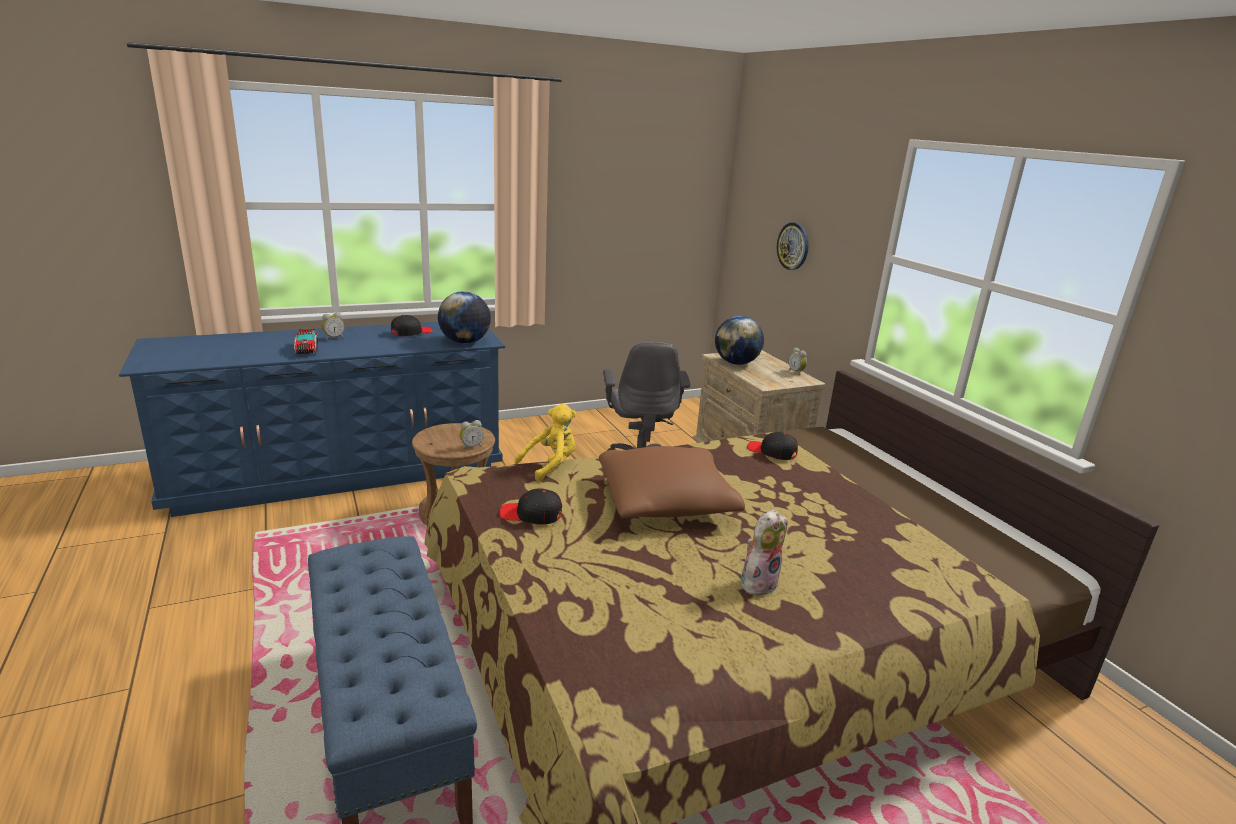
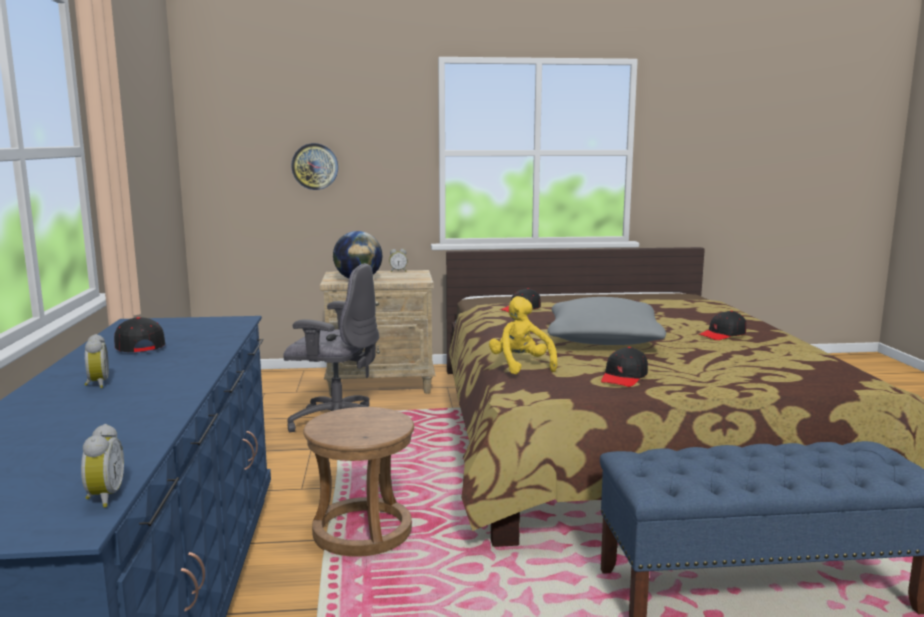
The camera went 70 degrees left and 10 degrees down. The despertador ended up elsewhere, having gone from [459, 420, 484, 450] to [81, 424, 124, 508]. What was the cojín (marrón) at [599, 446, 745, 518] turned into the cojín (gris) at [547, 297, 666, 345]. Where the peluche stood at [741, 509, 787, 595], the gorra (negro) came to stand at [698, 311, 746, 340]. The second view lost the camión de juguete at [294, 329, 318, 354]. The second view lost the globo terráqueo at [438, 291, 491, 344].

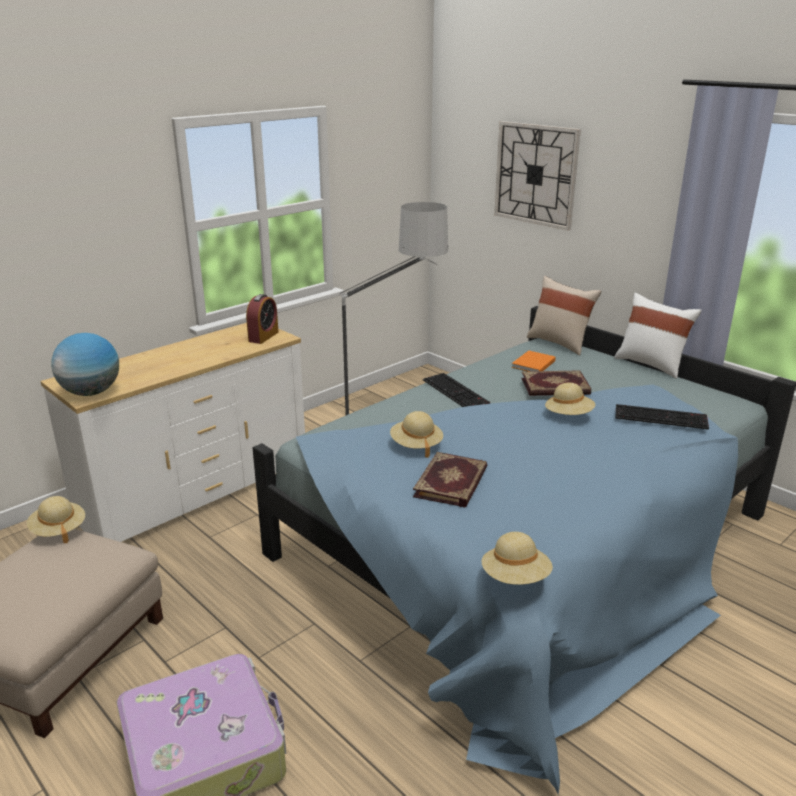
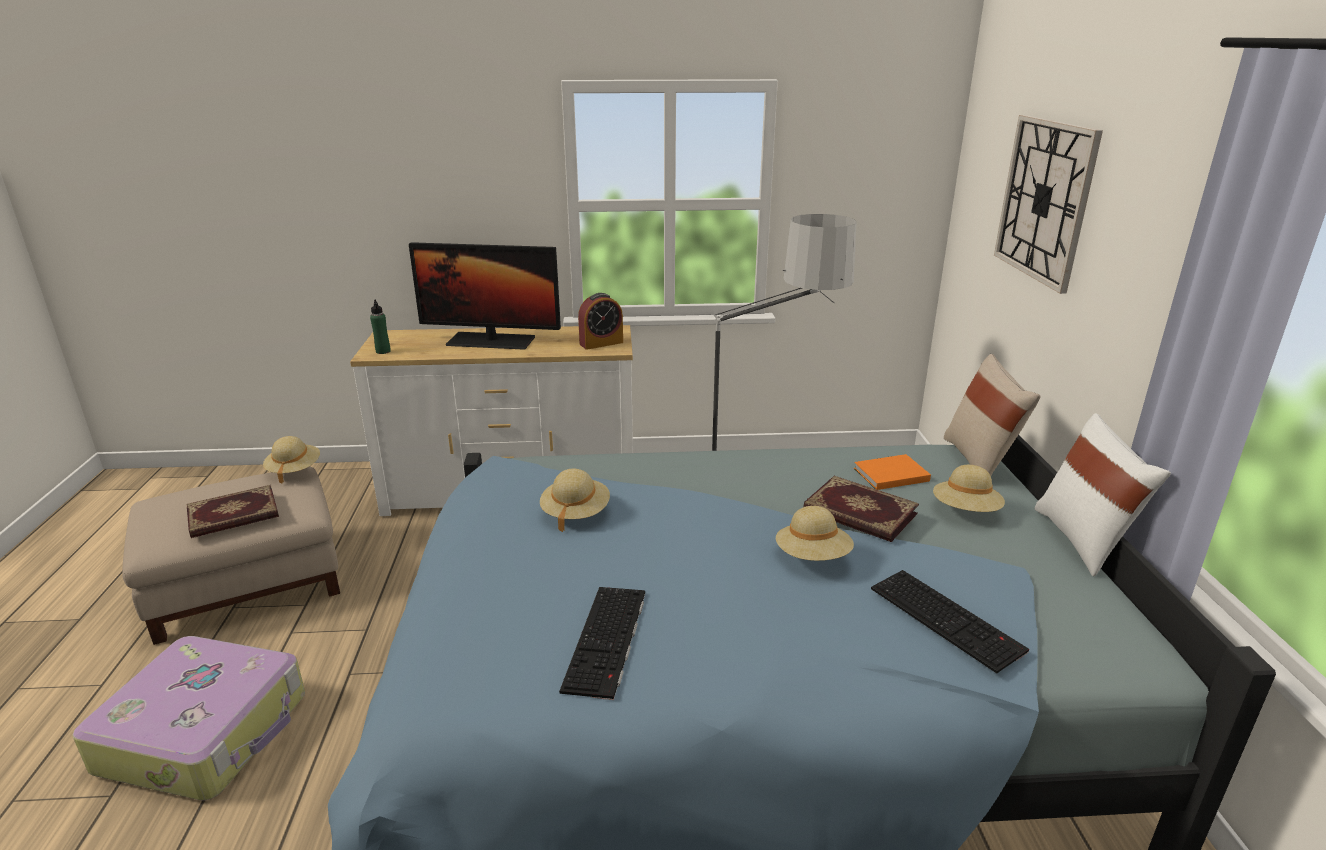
The camera went 40 degrees right and 0 degrees up. The libro ended up elsewhere, having gone from [413, 452, 488, 508] to [187, 485, 279, 538]. Where the globo terráqueo stood at [51, 333, 119, 396], the botella (verde) came to stand at [370, 300, 391, 354]. The second view gained the monitor at [409, 242, 561, 350]. The teclado ended up elsewhere, having gone from [423, 373, 490, 407] to [559, 587, 645, 700]. The sombrero (beis) ended up elsewhere, having gone from [482, 532, 553, 585] to [933, 465, 1005, 512].

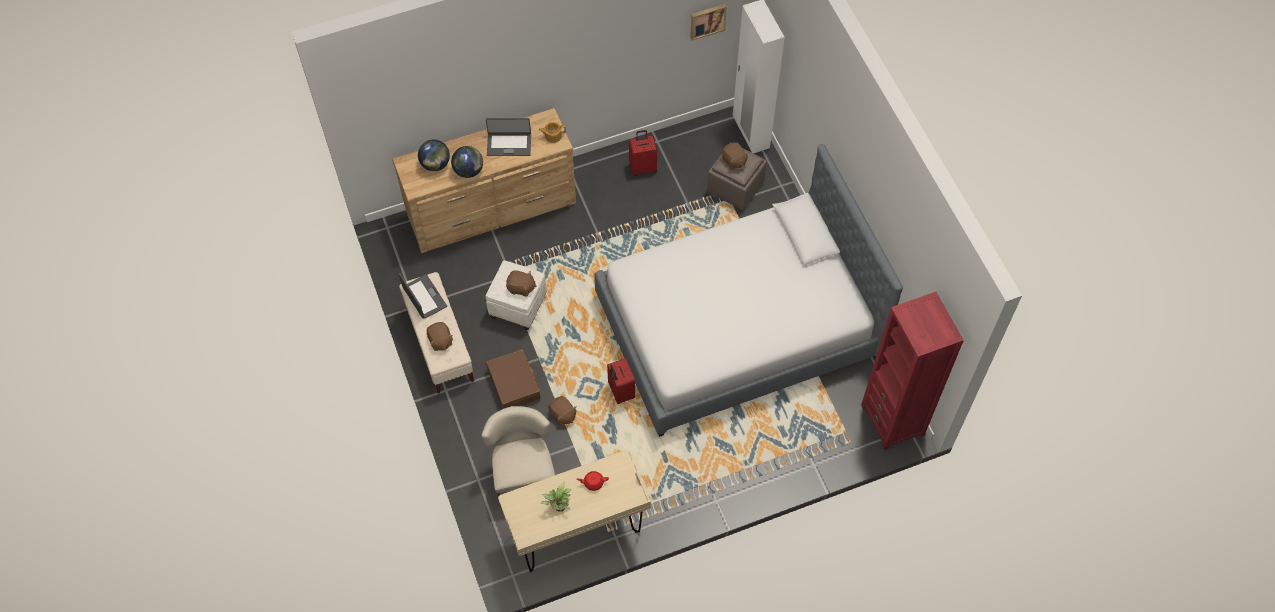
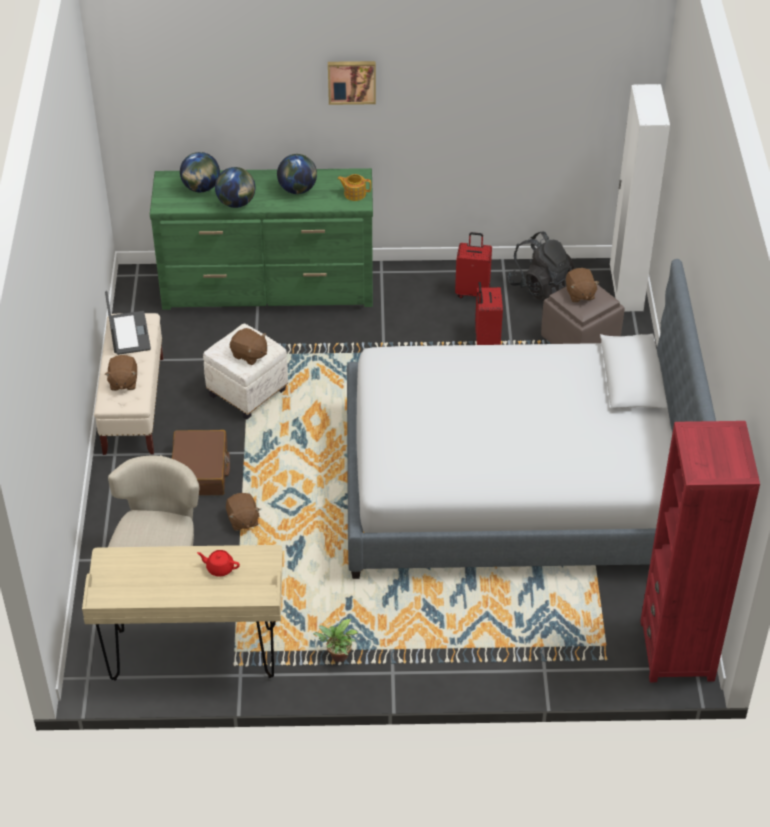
The camera went 20 degrees right and 15 degrees down. What was the cómoda (marrón) at [392, 108, 576, 253] turned into the cómoda (verde) at [150, 168, 373, 310]. Where the portátil stood at [486, 118, 531, 156], the globo terráqueo came to stand at [277, 154, 317, 194]. The planta en maceta ended up elsewhere, having gone from [540, 482, 571, 512] to [313, 619, 358, 662]. The cuadro ended up elsewhere, having gone from [690, 4, 727, 41] to [328, 61, 376, 105]. The maleta (rojo) ended up elsewhere, having gone from [607, 358, 635, 404] to [475, 282, 503, 345]. The second view gained the mochila (negro) at [507, 231, 574, 301].

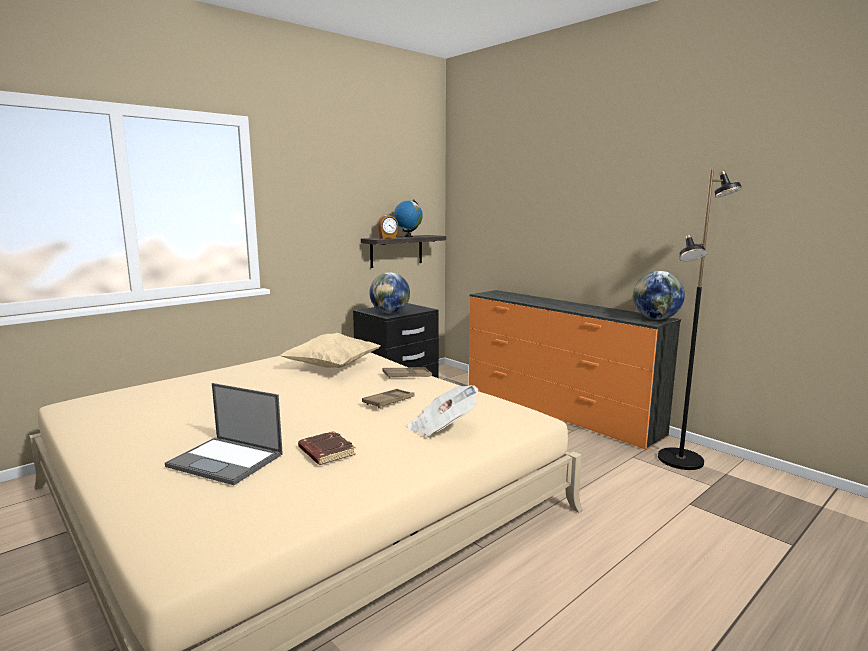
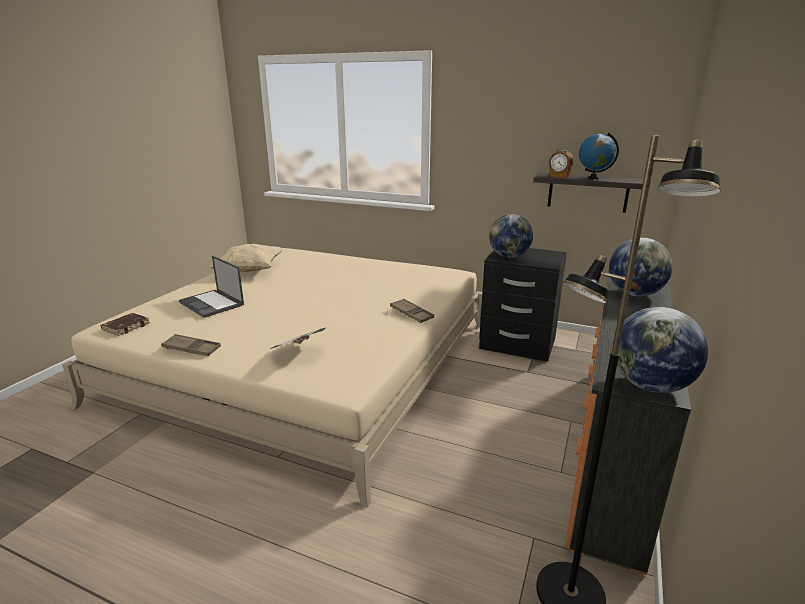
The camera went 65 degrees right and 10 degrees up. The libro (marrón) ended up elsewhere, having gone from [298, 431, 356, 465] to [100, 313, 150, 336]. The bandeja (marrón) ended up elsewhere, having gone from [362, 389, 414, 408] to [161, 334, 221, 356]. The portátil at [165, 383, 283, 485] ended up facing another way, 45 degrees counterclockwise from before. The cojín (beis) ended up elsewhere, having gone from [279, 333, 380, 368] to [210, 244, 284, 272]. The second view gained the globo terráqueo at [609, 238, 673, 296].

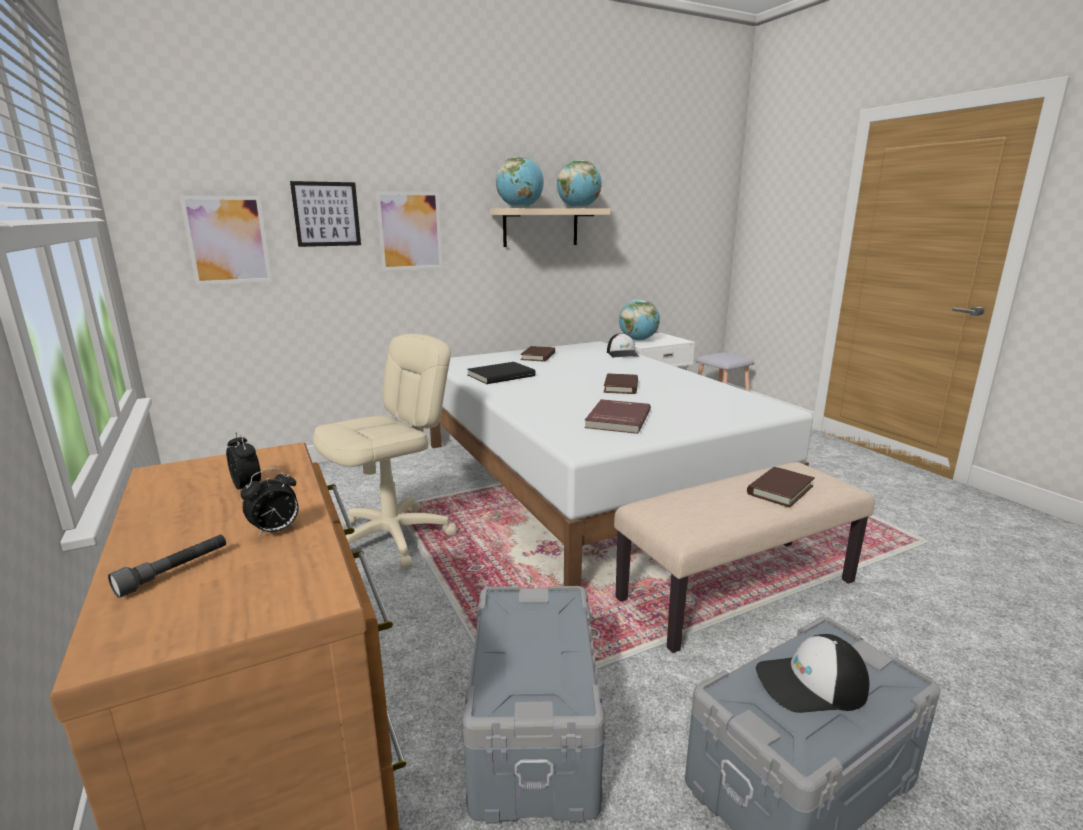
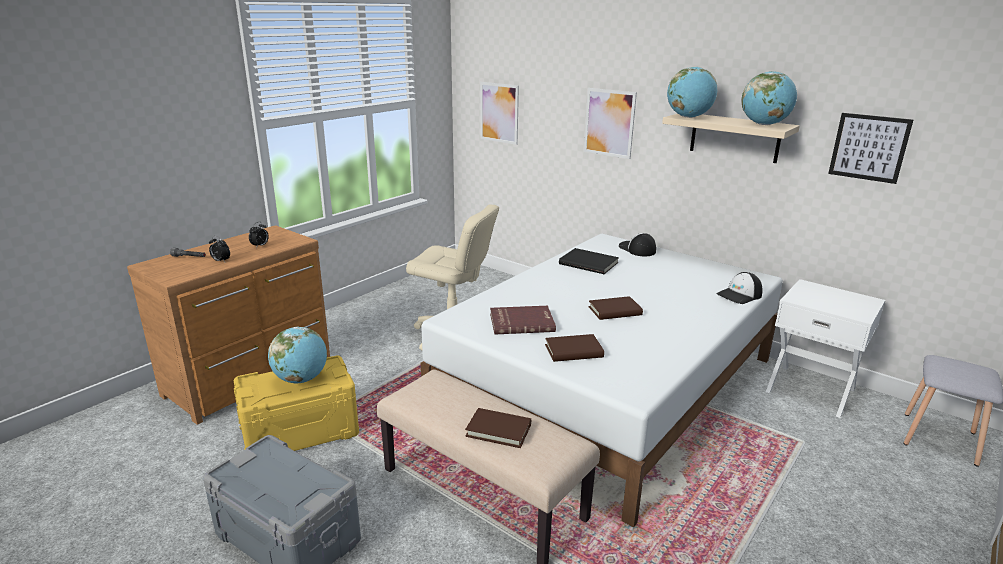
The camera went 65 degrees right and 5 degrees up. What was the caja de almacenaje (gris) at [462, 586, 606, 823] turned into the caja de almacenaje (amarillo) at [234, 356, 359, 451]. The globo terráqueo ended up elsewhere, having gone from [619, 299, 660, 341] to [268, 327, 327, 383]. The libro (marrón) ended up elsewhere, having gone from [521, 346, 555, 361] to [545, 334, 604, 362]. The gorra ended up elsewhere, having gone from [756, 634, 869, 713] to [619, 233, 656, 256]. The cuadro ended up elsewhere, having gone from [290, 181, 361, 247] to [828, 113, 913, 184].

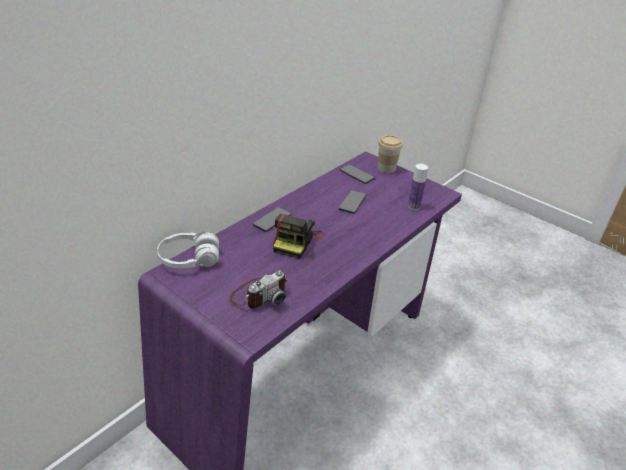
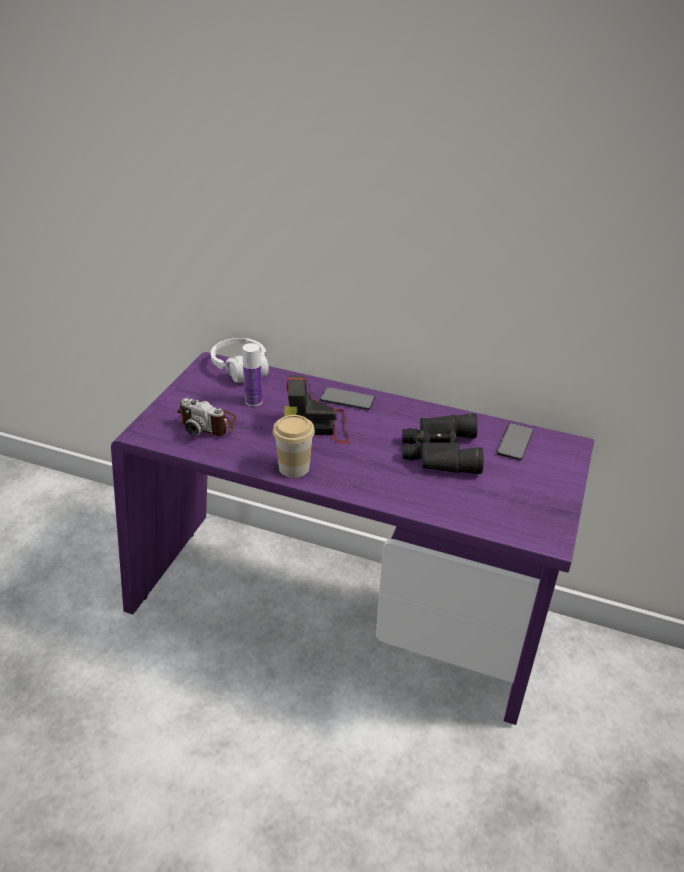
The camera went 70 degrees right and 0 degrees up. The botella ended up elsewhere, having gone from [408, 164, 428, 210] to [242, 343, 262, 406]. The taza ended up elsewhere, having gone from [378, 135, 403, 173] to [273, 415, 315, 478]. Where the móvil stood at [339, 190, 367, 214], the prismáticos (negro) came to stand at [402, 413, 484, 474].

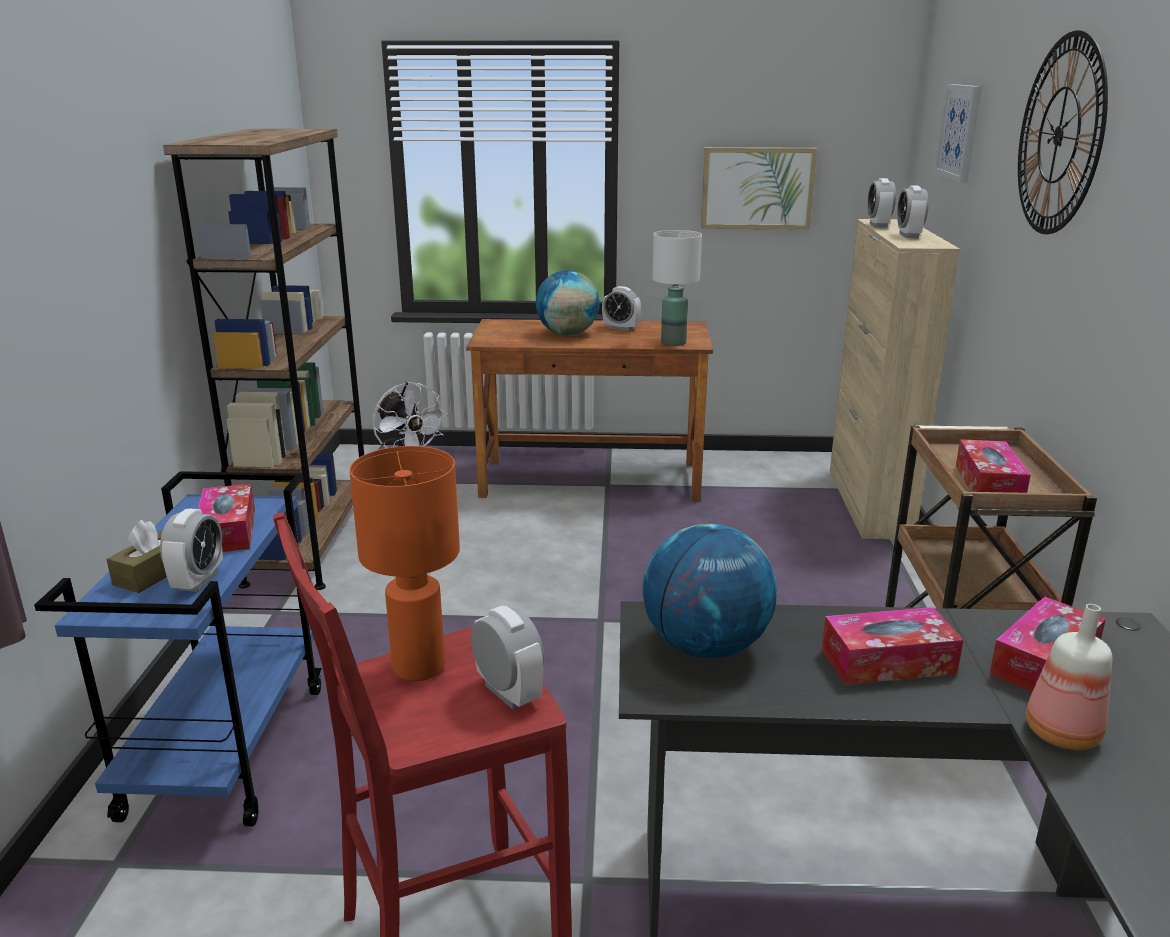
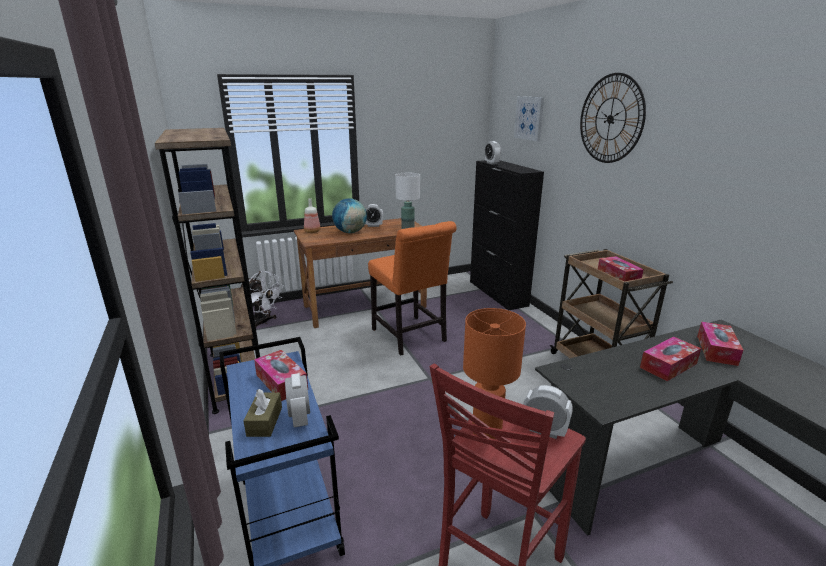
The camera went 25 degrees left and 0 degrees up. The botella ended up elsewhere, having gone from [1026, 604, 1112, 750] to [304, 198, 321, 233]. The second view gained the silla (naranja) at [368, 221, 457, 356]. What was the armario (beis) at [830, 219, 960, 539] turned into the armario (negro) at [470, 160, 544, 310]. The second view lost the globo terráqueo at [642, 524, 777, 658]. The second view lost the cuadro at [701, 147, 817, 230]. The second view lost the despertador at [897, 186, 929, 238].

